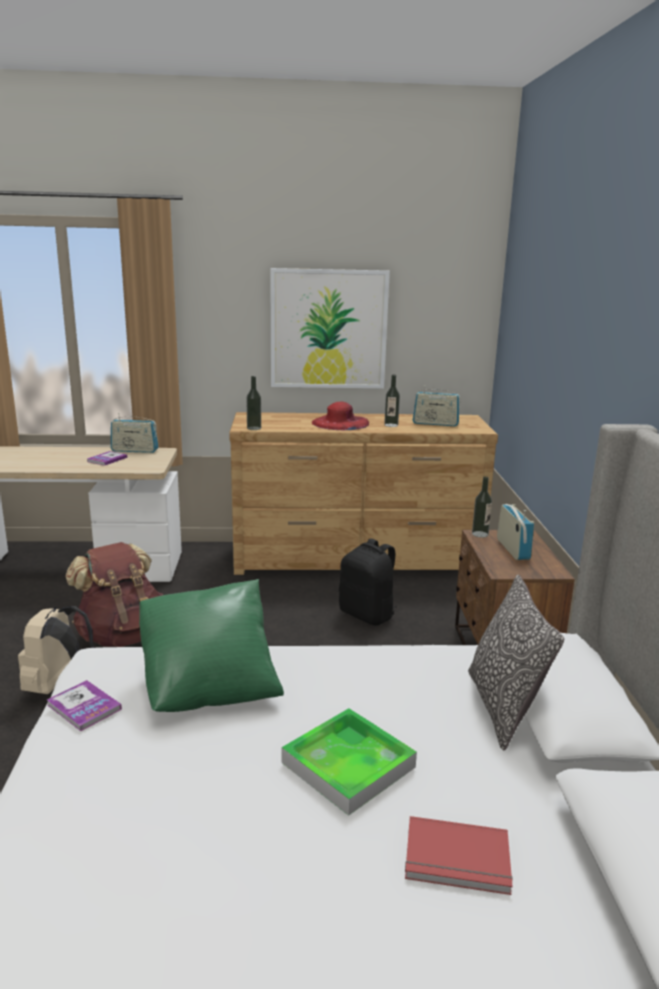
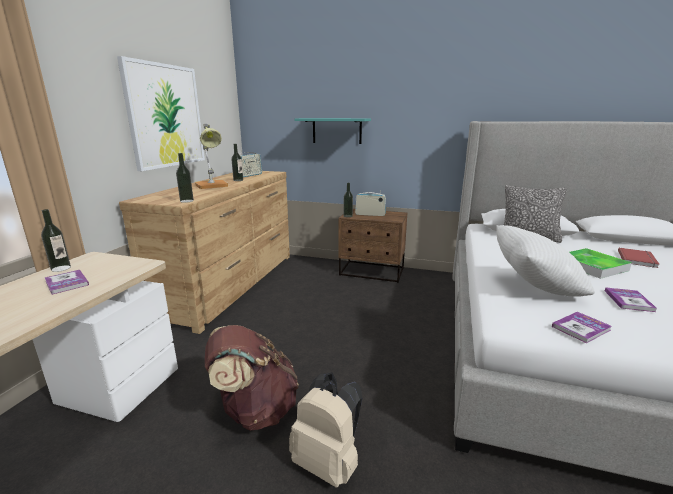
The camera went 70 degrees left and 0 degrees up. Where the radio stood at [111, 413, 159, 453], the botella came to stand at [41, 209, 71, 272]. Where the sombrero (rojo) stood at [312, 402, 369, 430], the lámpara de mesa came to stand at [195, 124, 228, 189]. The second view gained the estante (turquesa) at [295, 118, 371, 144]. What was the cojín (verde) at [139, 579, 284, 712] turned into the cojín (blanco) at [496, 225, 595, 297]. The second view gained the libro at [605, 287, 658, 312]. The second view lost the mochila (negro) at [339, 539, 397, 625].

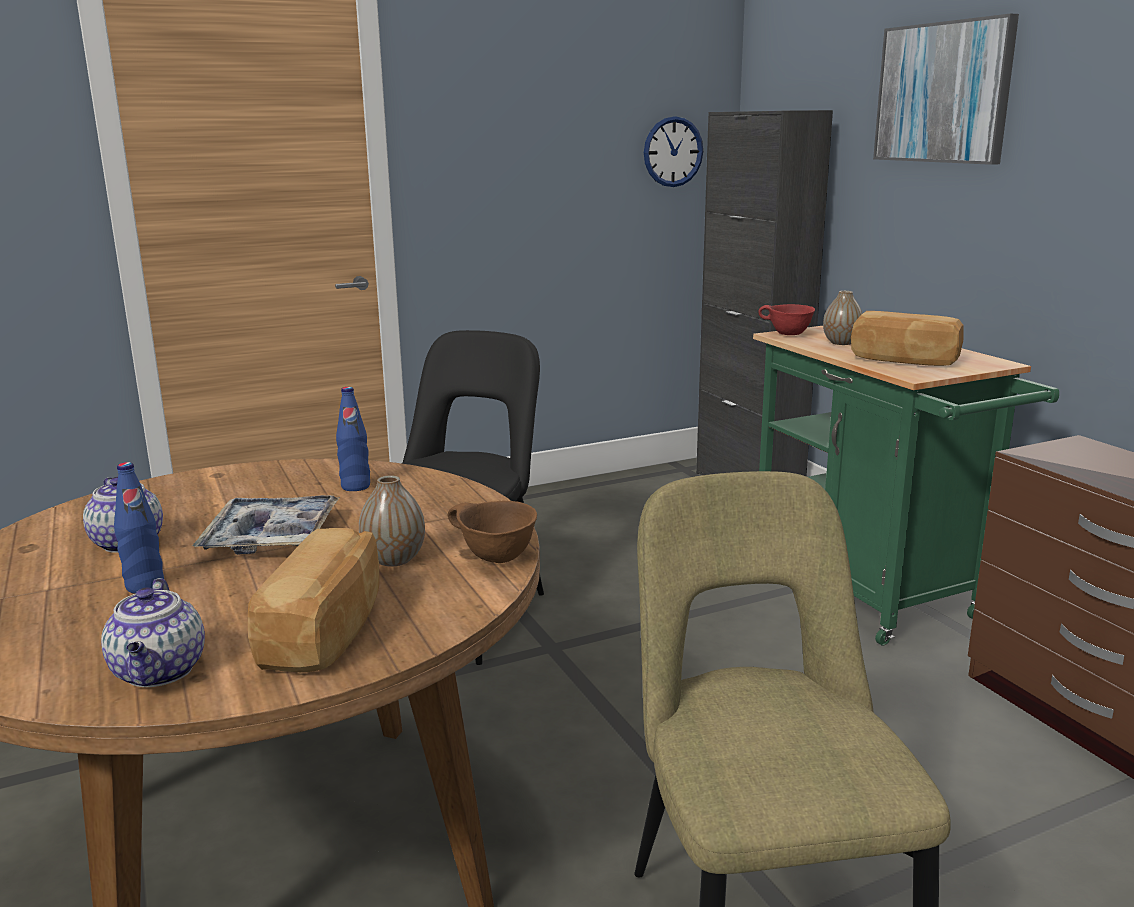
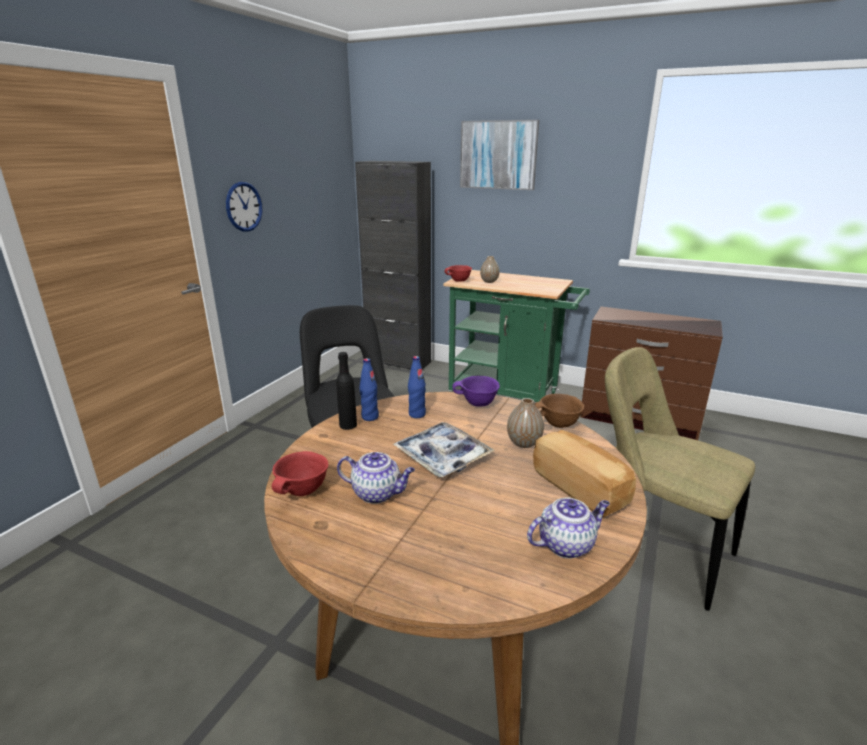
The camera went 40 degrees left and 5 degrees up. The reloj de pared ended up elsewhere, having gone from [644, 116, 703, 187] to [226, 182, 262, 232]. The second view gained the cuenco (rojo) at [272, 451, 328, 496]. The second view gained the botella (negro) at [336, 352, 357, 430]. The botella (azul) ended up elsewhere, having gone from [114, 462, 164, 594] to [359, 358, 379, 421]. The second view gained the cuenco (morado) at [452, 376, 500, 407]. The tetera at [101, 578, 205, 687] ended up facing another way, 60 degrees counterclockwise from before. The second view lost the pan at [851, 311, 964, 366].

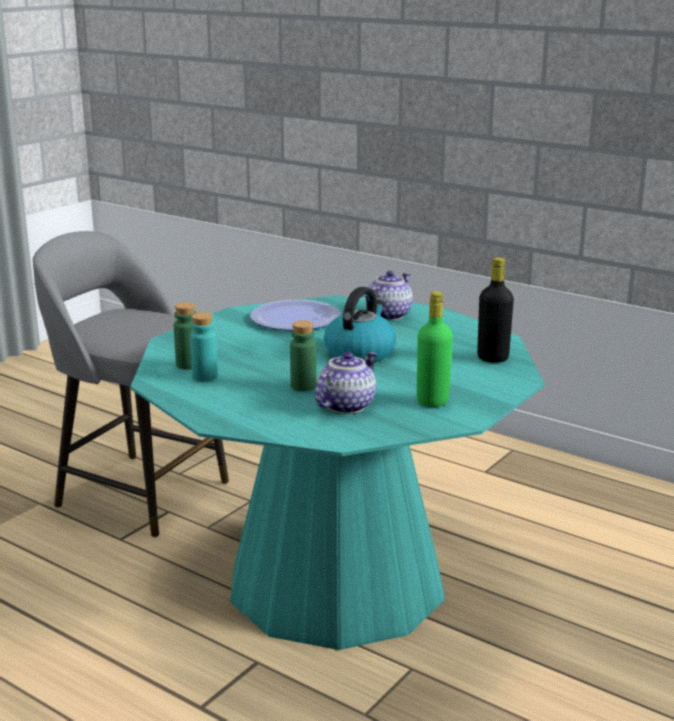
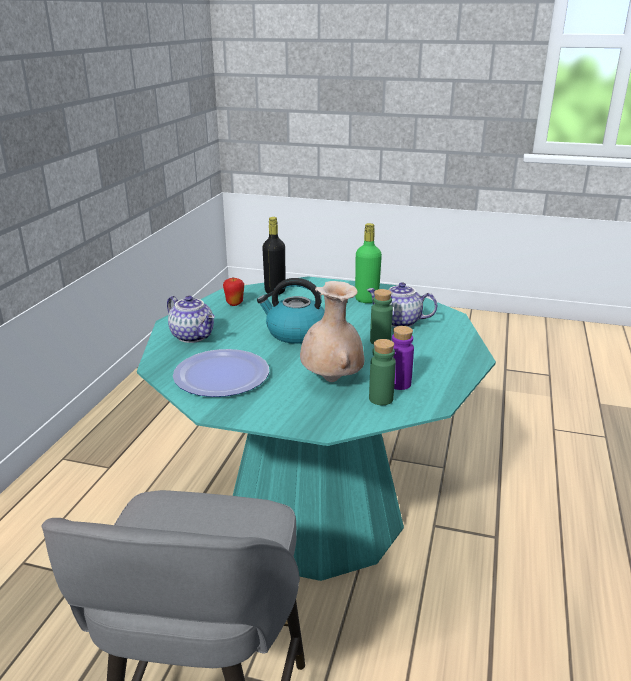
The camera went 110 degrees left and 5 degrees up. The tetera at [366, 271, 413, 321] ended up facing another way, 150 degrees counterclockwise from before. The second view gained the manzana at [223, 278, 244, 306]. The second view gained the florero (beis) at [300, 281, 365, 382]. What was the botella (turquesa) at [190, 312, 218, 382] turned into the botella (morado) at [392, 326, 414, 390].

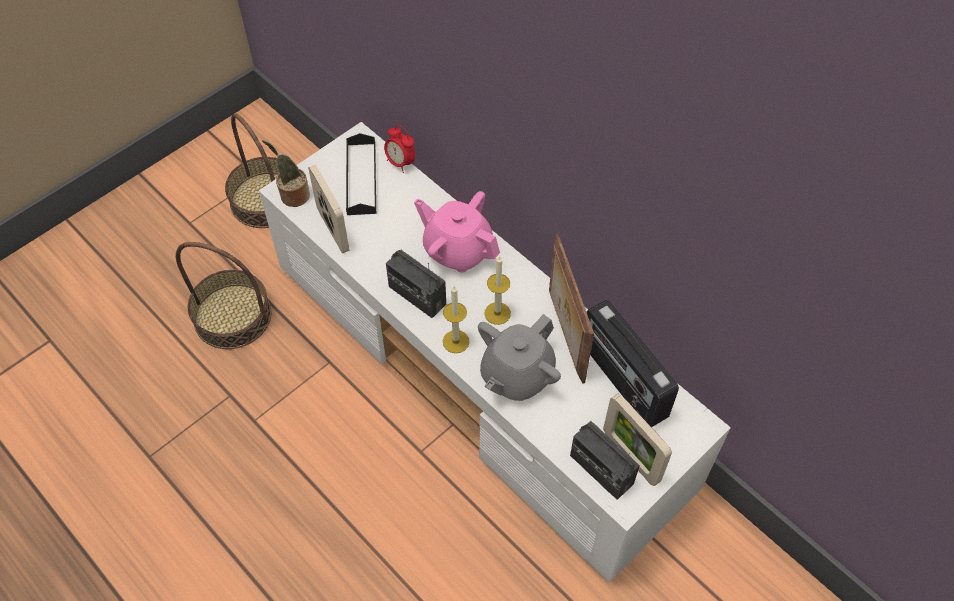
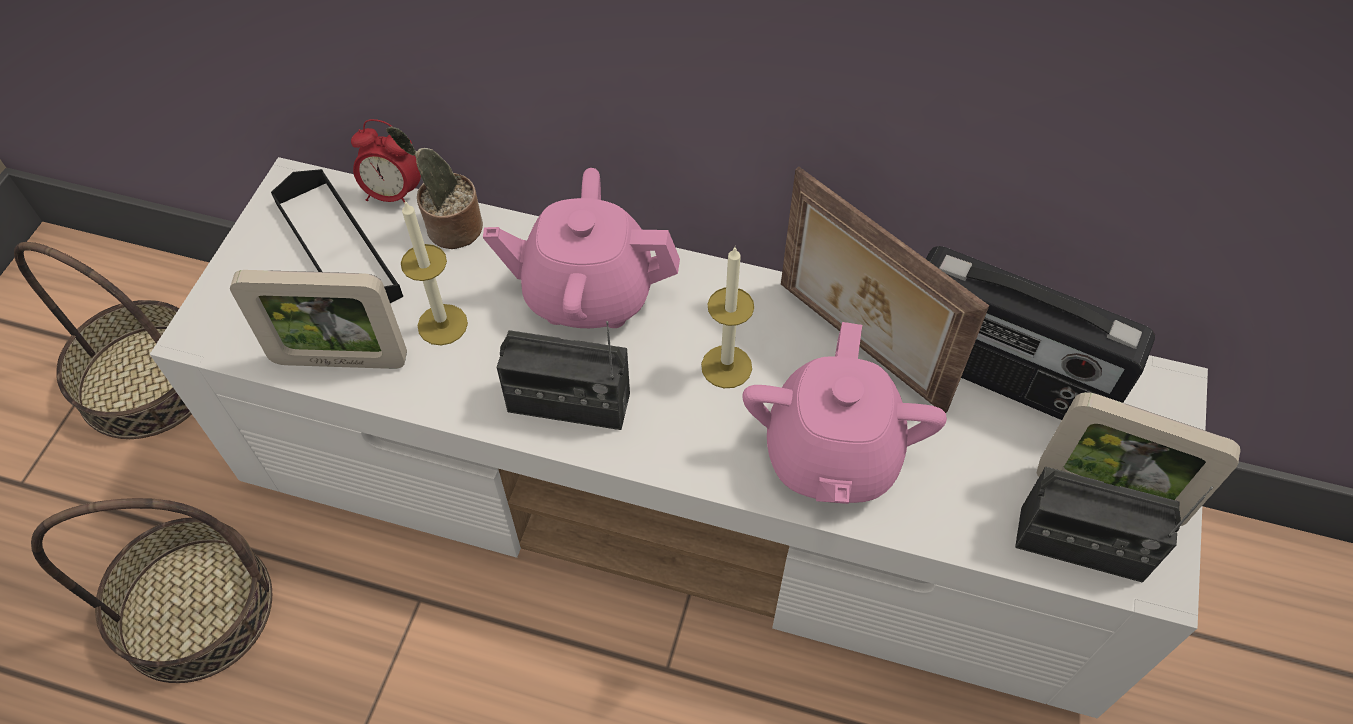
The camera went 30 degrees left and 0 degrees up. The portarretratos at [308, 165, 349, 253] ended up facing another way, 150 degrees clockwise from before. The planta en maceta ended up elsewhere, having gone from [262, 140, 310, 207] to [386, 126, 483, 249]. The vela ended up elsewhere, having gone from [443, 286, 470, 353] to [401, 200, 468, 346]. What was the tetera (gris) at [478, 314, 561, 401] turned into the tetera (rosa) at [742, 322, 947, 504].

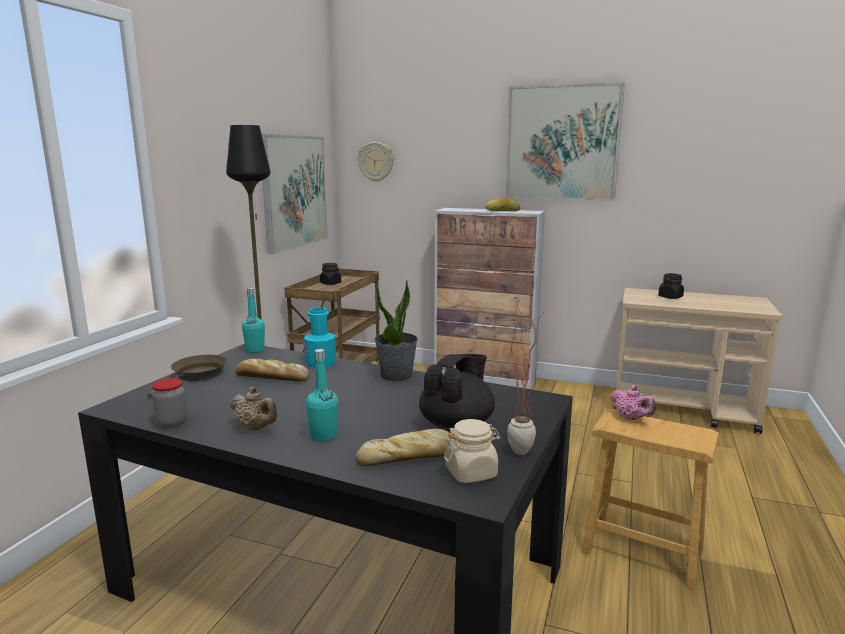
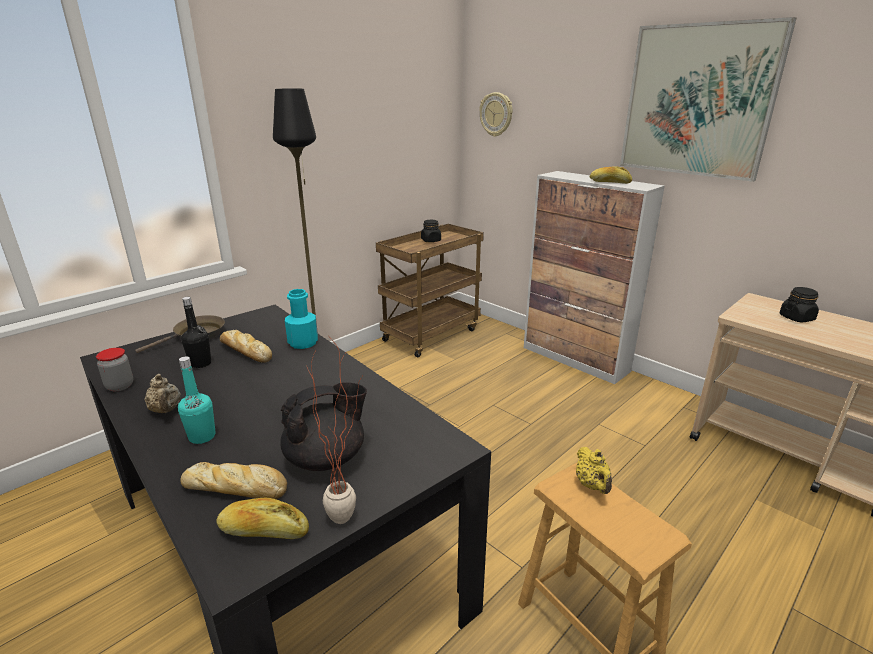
The camera went 25 degrees right and 10 degrees up. The second view gained the botella (negro) at [181, 297, 211, 368]. Where the tarro (beis) stood at [444, 419, 500, 483], the pan came to stand at [216, 498, 309, 539]. What was the tetera (rosa) at [610, 385, 655, 420] turned into the tetera (amarillo) at [576, 447, 612, 494]. The second view lost the botella (turquesa) at [242, 288, 265, 353]. The second view lost the cuadro at [262, 134, 328, 254]. The second view lost the planta en maceta at [375, 280, 418, 381].

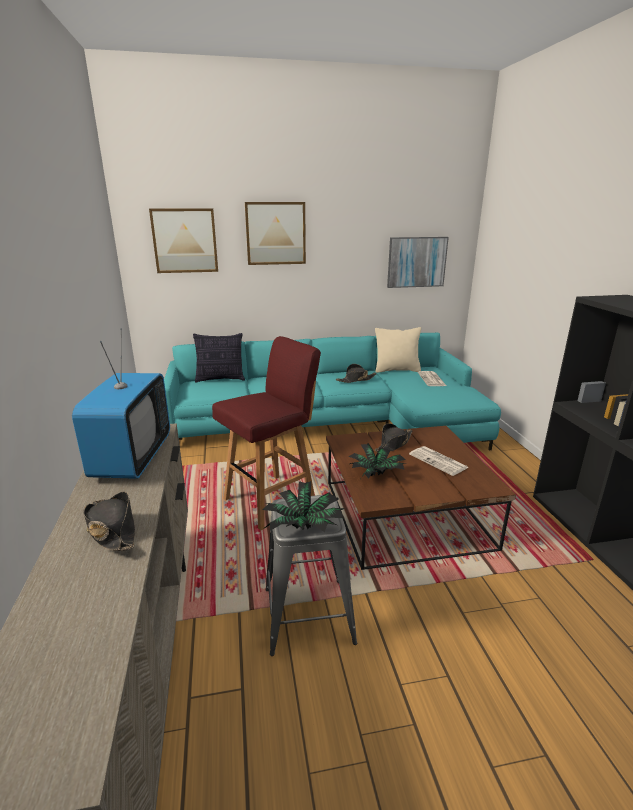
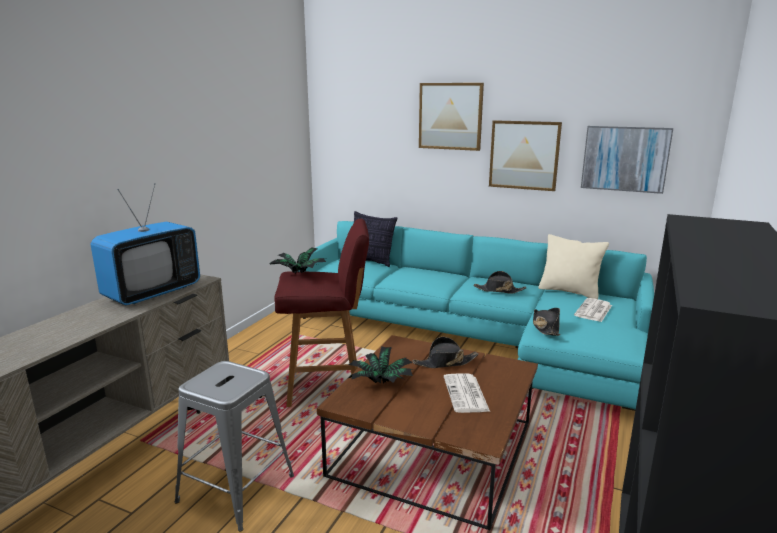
The camera went 35 degrees right and 5 degrees down. The planta en maceta ended up elsewhere, having gone from [263, 481, 345, 532] to [269, 247, 326, 274]. The cuadro ended up elsewhere, having gone from [149, 208, 218, 273] to [489, 120, 562, 191]. The sombrero (negro) ended up elsewhere, having gone from [83, 492, 135, 551] to [533, 308, 560, 336].

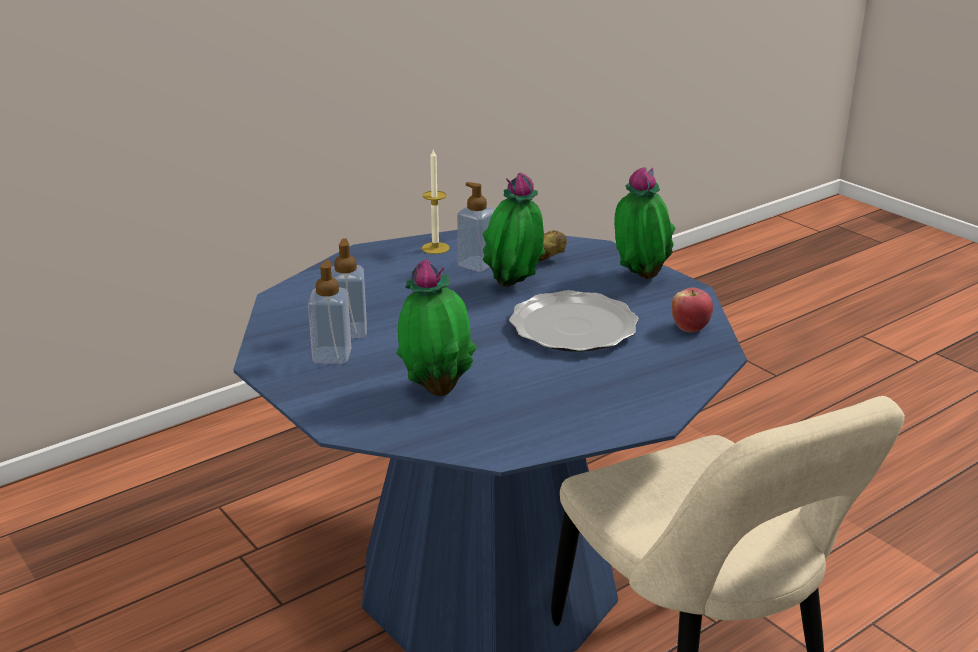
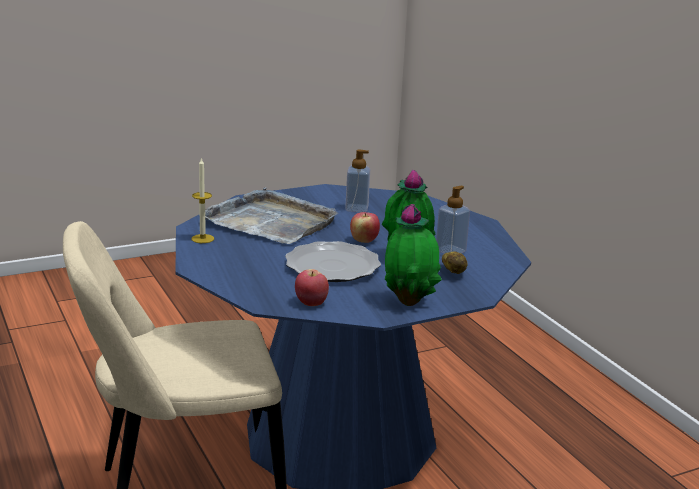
The camera went 100 degrees right and 5 degrees down. The vela ended up elsewhere, having gone from [422, 150, 450, 254] to [192, 157, 214, 243]. Where the planta en maceta stood at [396, 260, 477, 396], the bandeja (gris) came to stand at [205, 187, 339, 244]. The second view gained the manzana at [350, 212, 380, 243]. The second view lost the dispensador de jabón at [308, 260, 351, 364].

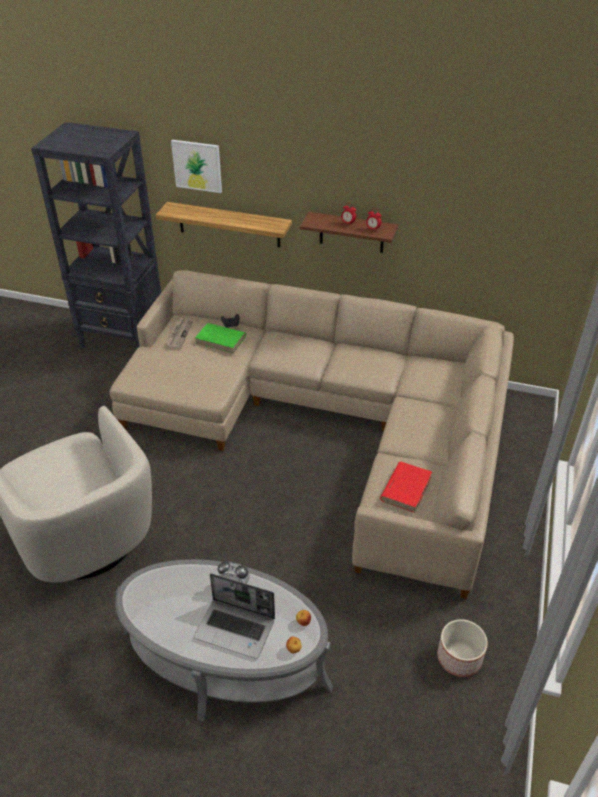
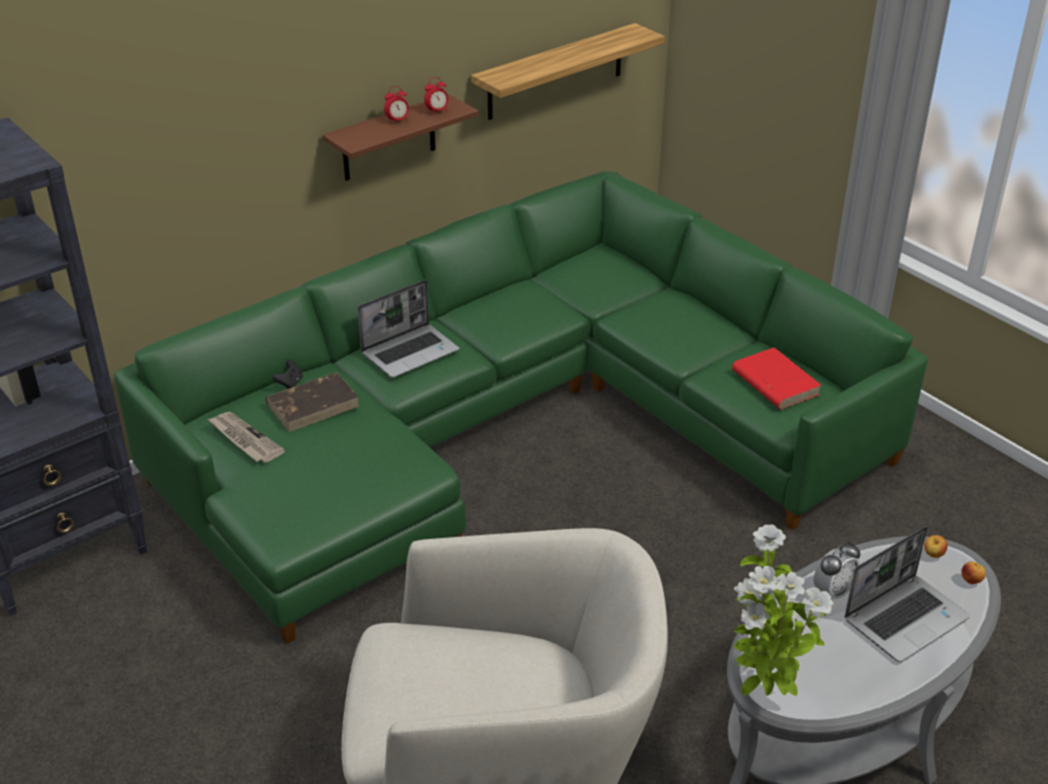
The camera went 55 degrees left and 5 degrees down. What was the sofá (beis) at [109, 270, 514, 599] turned into the sofá (verde) at [114, 171, 928, 644]. What was the libro (verde) at [195, 323, 246, 353] turned into the libro (marrón) at [266, 372, 360, 432]. The second view gained the portátil at [358, 280, 459, 378]. The estante ended up elsewhere, having gone from [156, 202, 292, 247] to [471, 23, 665, 120]. The second view gained the planta en maceta at [734, 525, 834, 696]. The second view lost the cuadro at [171, 140, 222, 193]. The second view lost the maceta at [437, 619, 488, 677].

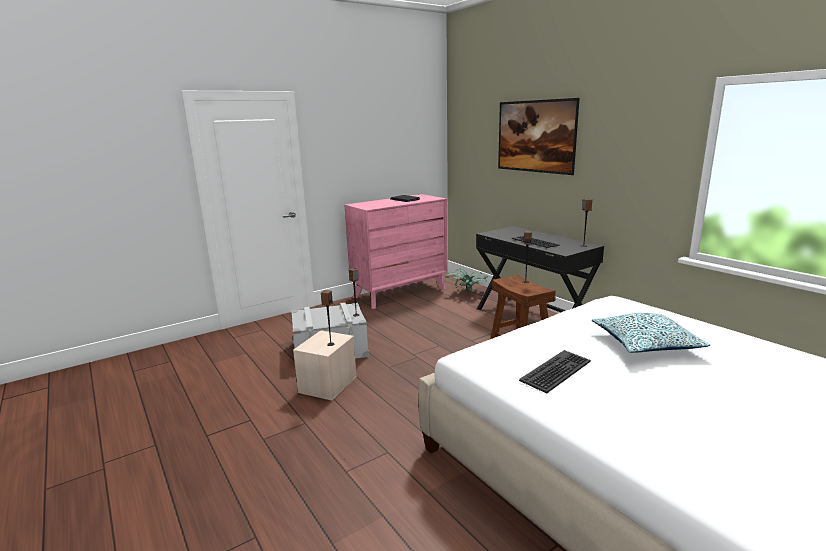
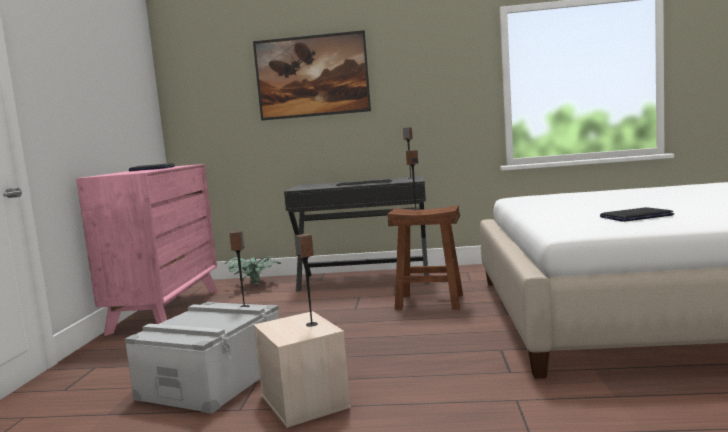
The camera went 50 degrees left and 10 degrees down. Where the teclado stood at [519, 350, 591, 393], the portátil came to stand at [600, 207, 674, 222]. The second view lost the cojín at [592, 313, 710, 353].

